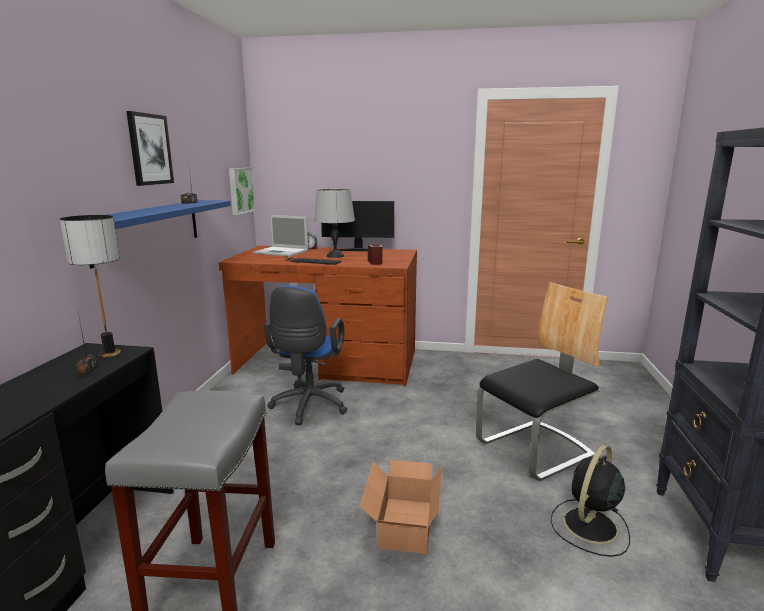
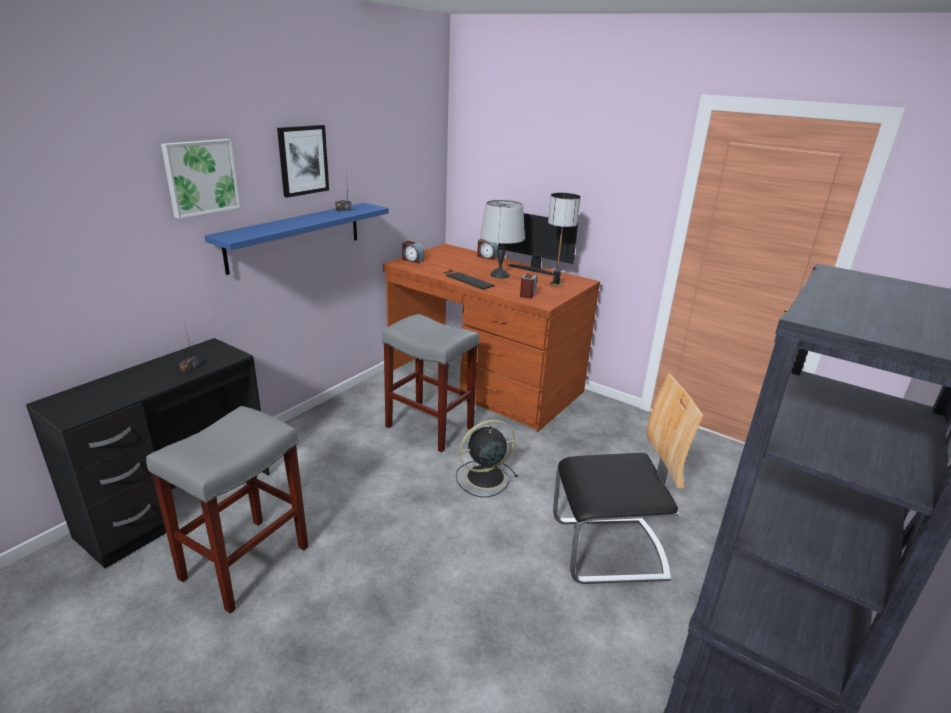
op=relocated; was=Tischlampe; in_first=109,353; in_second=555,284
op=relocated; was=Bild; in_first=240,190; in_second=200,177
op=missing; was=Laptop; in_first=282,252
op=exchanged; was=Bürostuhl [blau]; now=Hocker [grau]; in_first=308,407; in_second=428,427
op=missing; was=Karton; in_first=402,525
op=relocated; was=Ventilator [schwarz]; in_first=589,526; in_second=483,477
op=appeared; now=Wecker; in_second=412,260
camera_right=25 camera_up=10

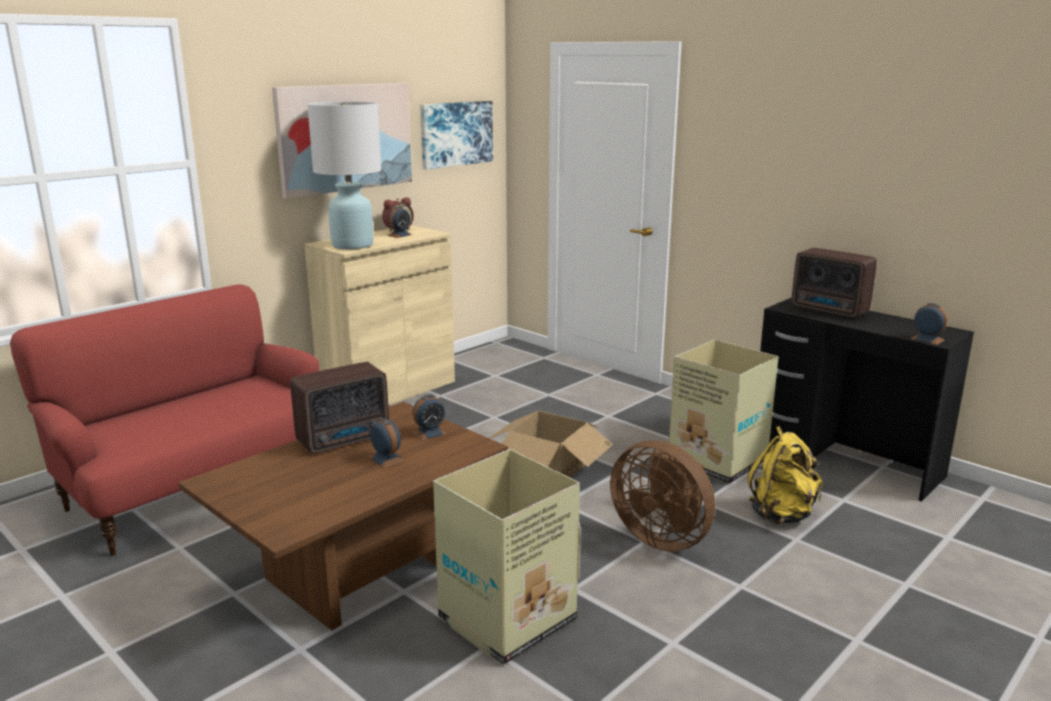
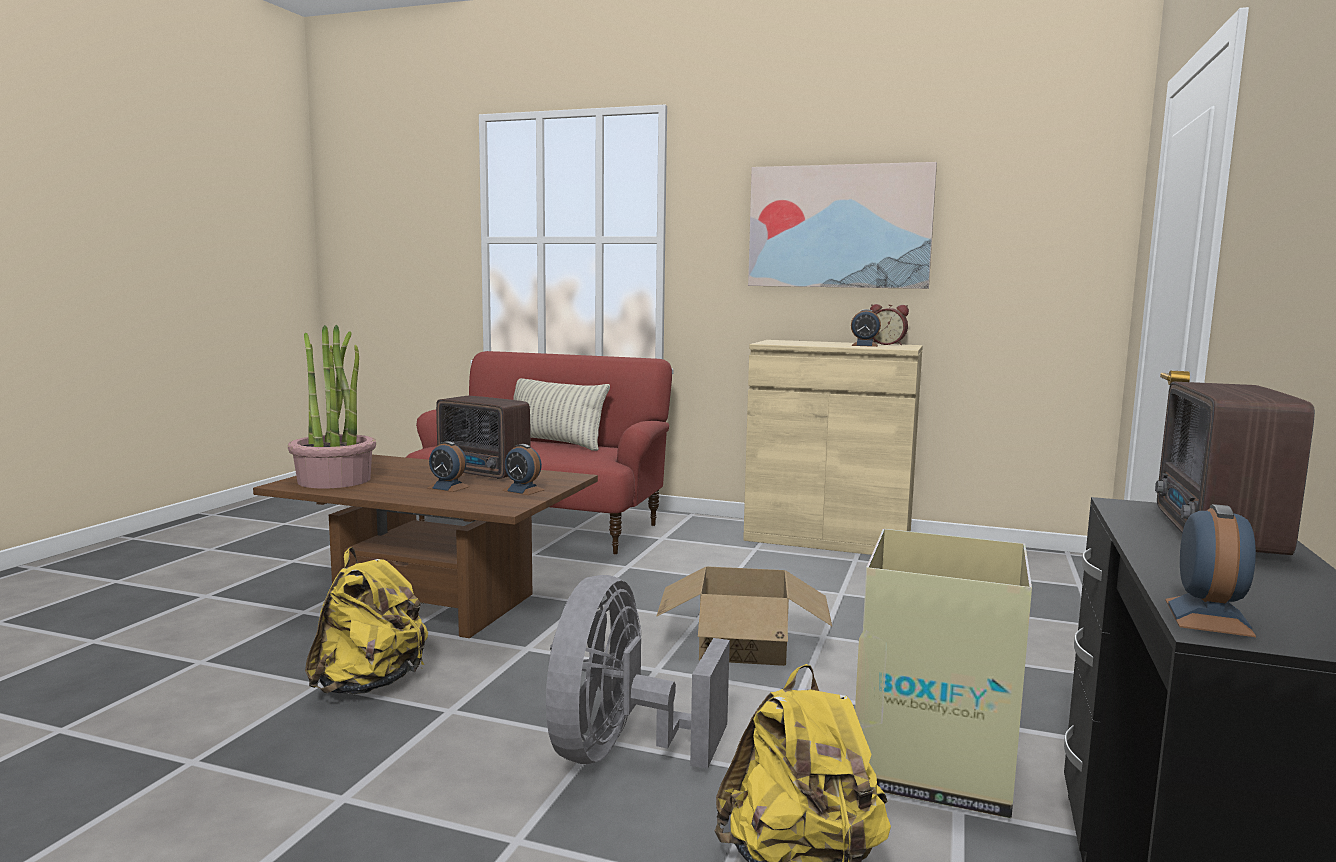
op=missing; was=Tischlampe [weiß]; in_first=352,245
op=spun; was=Wecker; in_first=386,459; in_second=448,487; clockwise=90
op=missing; was=Bild; in_first=456,134
op=exchanged; was=Karton; now=Rucksack [gelb]; in_first=505,620; in_second=369,684
op=colour; was=Ventilator [braun]; now=Ventilator [grau]; in_first=662,537; in_second=620,751
op=appeared; now=Topfpflanze; in_second=334,480
op=appeared; now=Kissen; in_second=554,443
camera_right=65 camera_up=-10

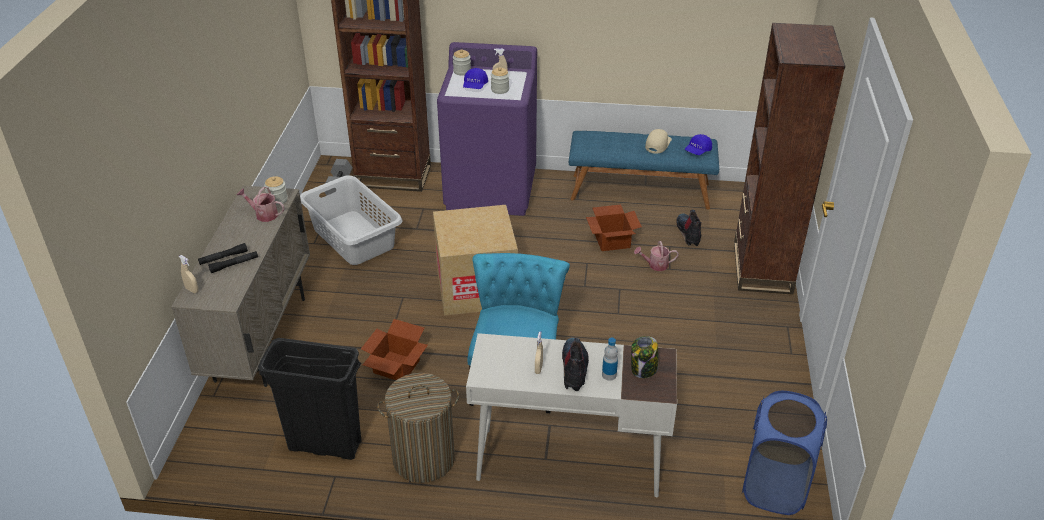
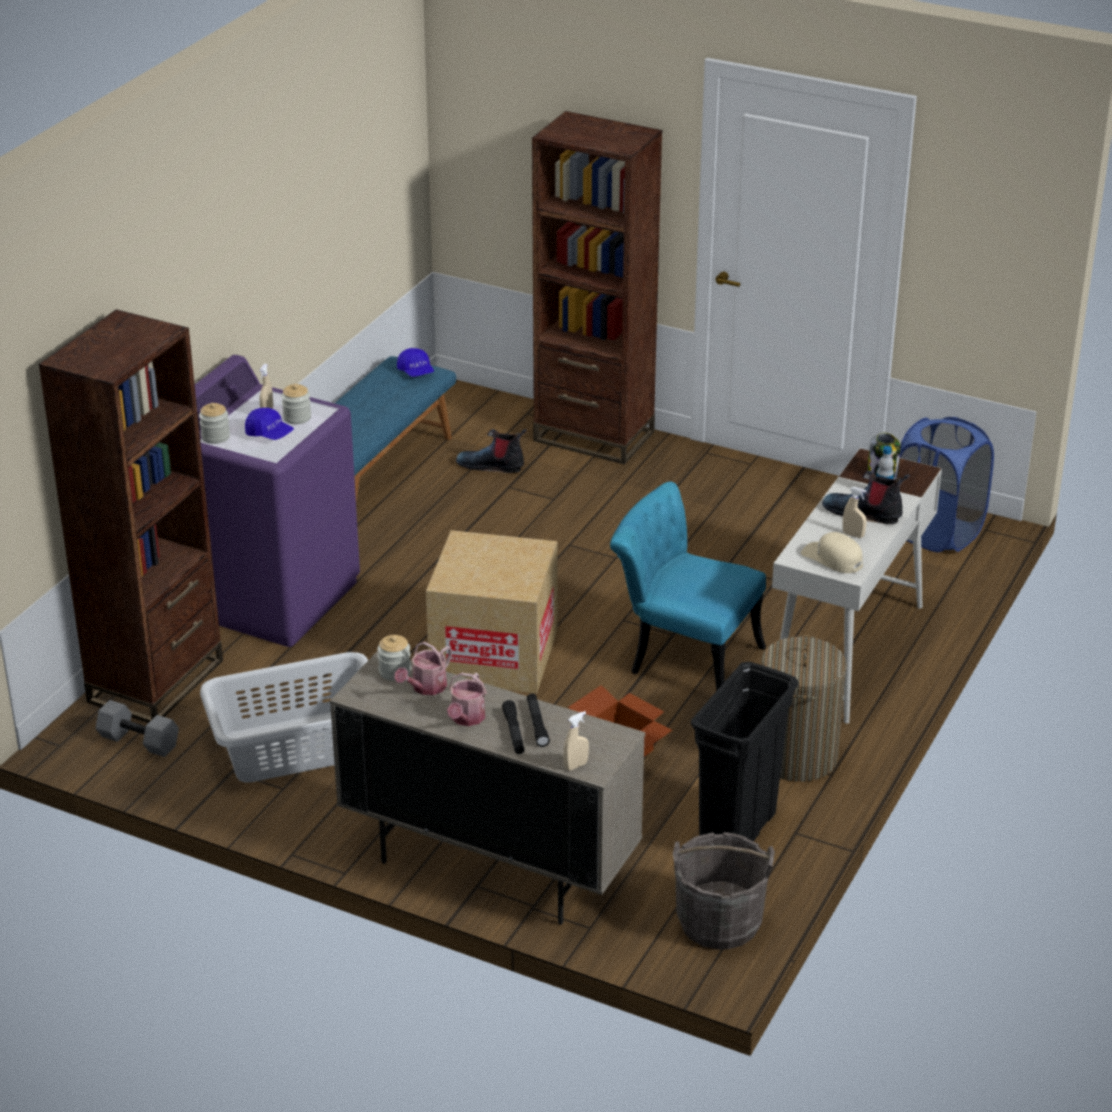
op=missing; was=Karton; in_first=612,240
op=relocated; was=Gießkanne; in_first=655,265; in_second=466,719
op=relocated; was=Kappe [beige]; in_first=657,144; in_second=833,558
op=appeared; now=Eimer [grau]; in_second=719,922
camera_right=-70 camera_up=-5

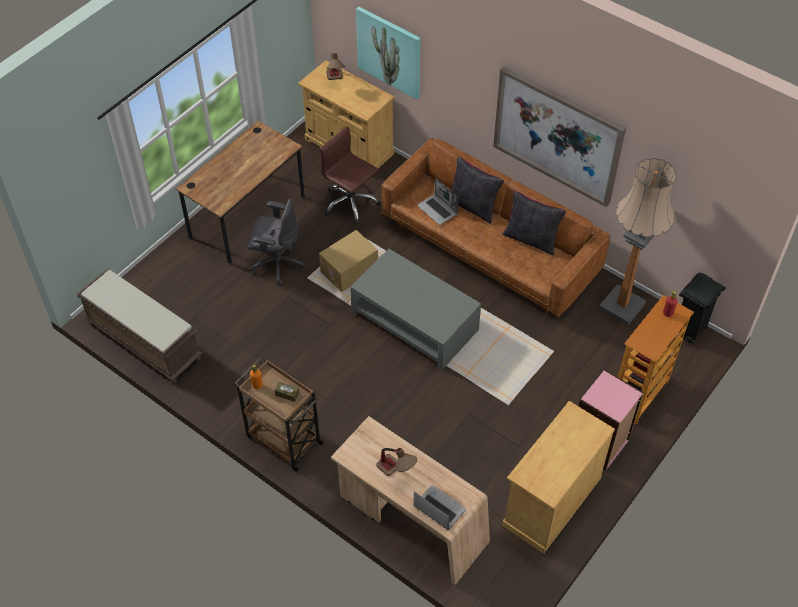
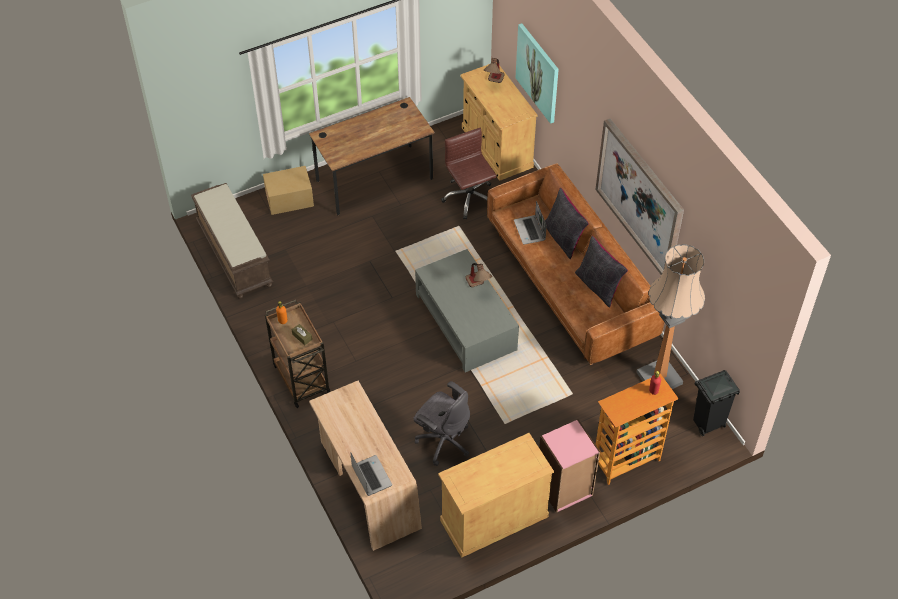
op=relocated; was=Bürostuhl [grau]; in_first=277,263; in_second=443,440
op=relocated; was=Karton; in_first=349,271; in_second=289,200
op=relocated; was=Tischlampe; in_first=397,472; in_second=478,287
camera_right=25 camera_up=0

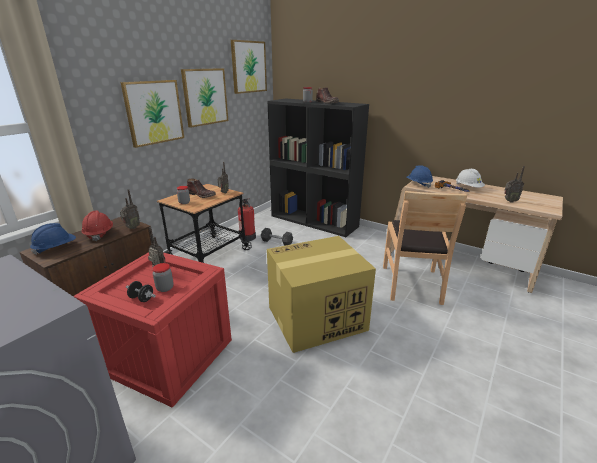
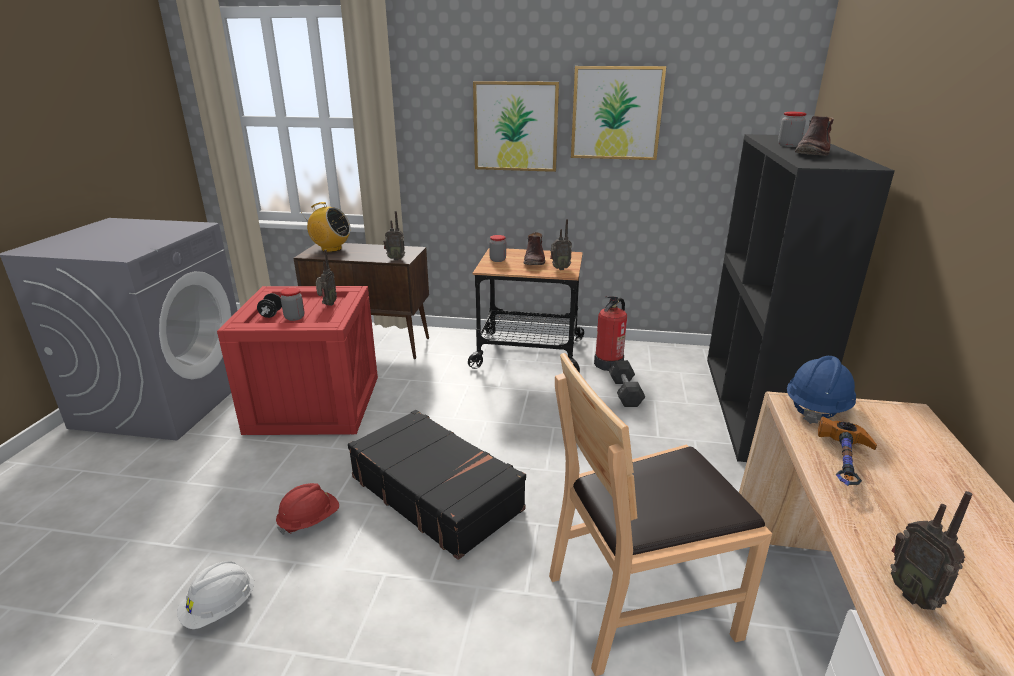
op=exchanged; was=Schutzhelm [blau]; now=Radio; in_first=56,248; in_second=331,249
op=relocated; was=Schutzhelm [rot]; in_first=99,234; in_second=309,520
op=missing; was=Bild; in_first=248,67
op=exchanged; was=Karton; now=Koffer [schwarz]; in_first=315,319; in_second=436,492
op=relocated; was=Schutzhelm [weiß]; in_first=468,188; in_second=220,608
camera_right=65 camera_up=0

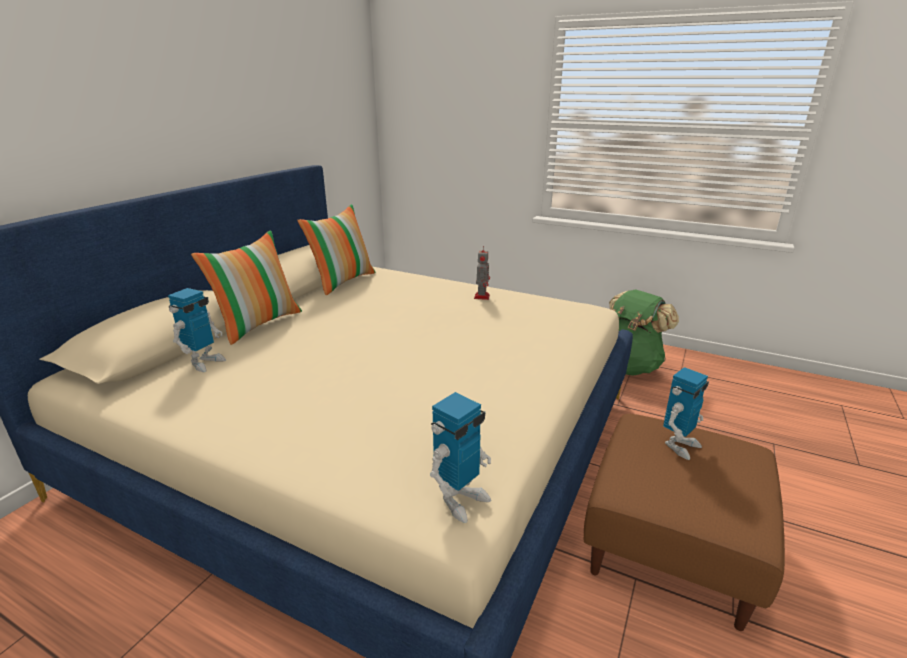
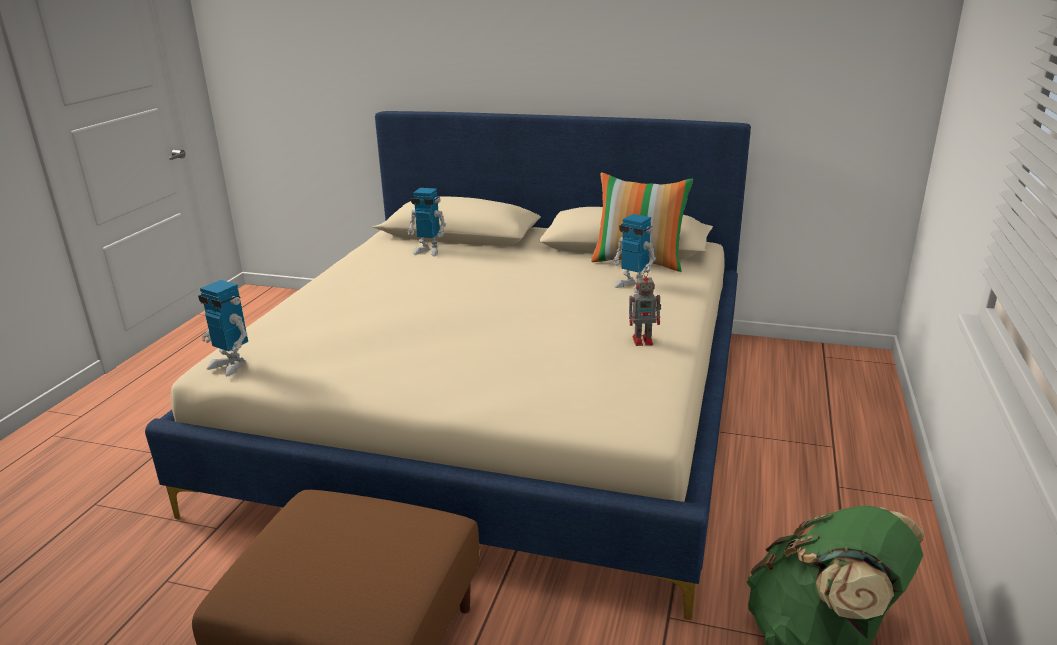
op=missing; was=Kissen; in_first=259,324
op=relocated; was=Spielzeugroboter; in_first=679,445; in_second=632,285
camera_right=80 camera_up=0

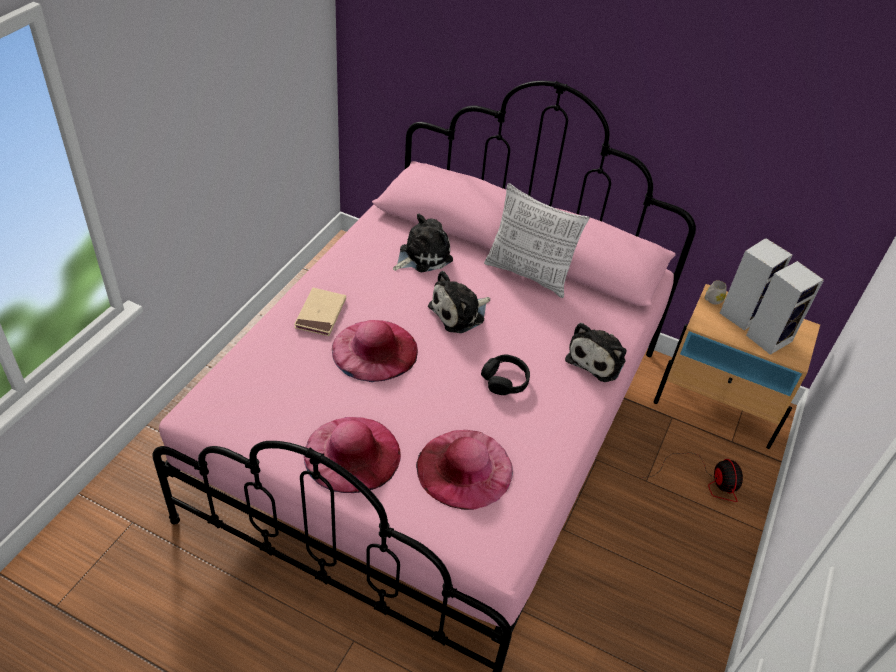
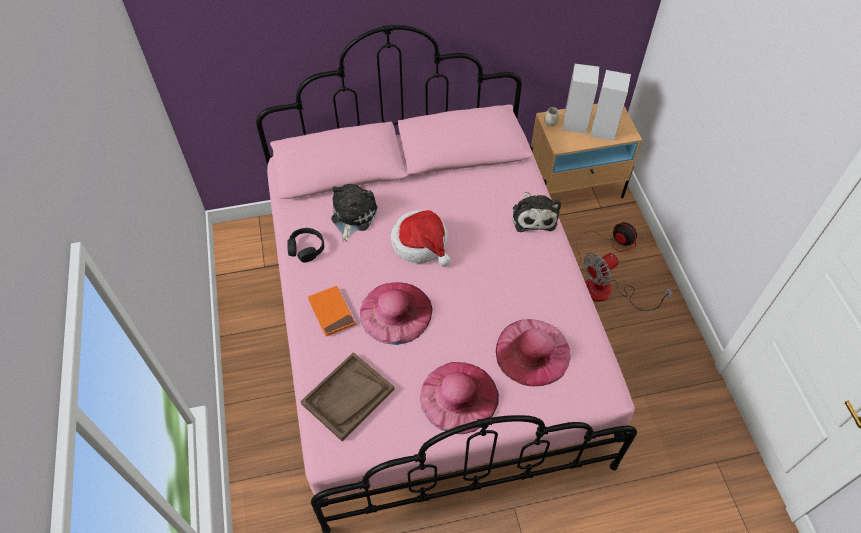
op=colour; was=Buch [beige]; now=Buch [orange]; in_first=320,314; in_second=331,312
op=exchanged; was=Plüschtier; now=Hut; in_first=459,313; in_second=421,243
op=relocated; was=Kopfhörer [schwarz]; in_first=505,380; in_second=306,248
op=missing; was=Kissen; in_first=528,274
op=appeared; now=Tablett [braun]; in_second=348,397
op=appeared; now=Ventilator; in_second=608,292
camera_right=-35 camera_up=10

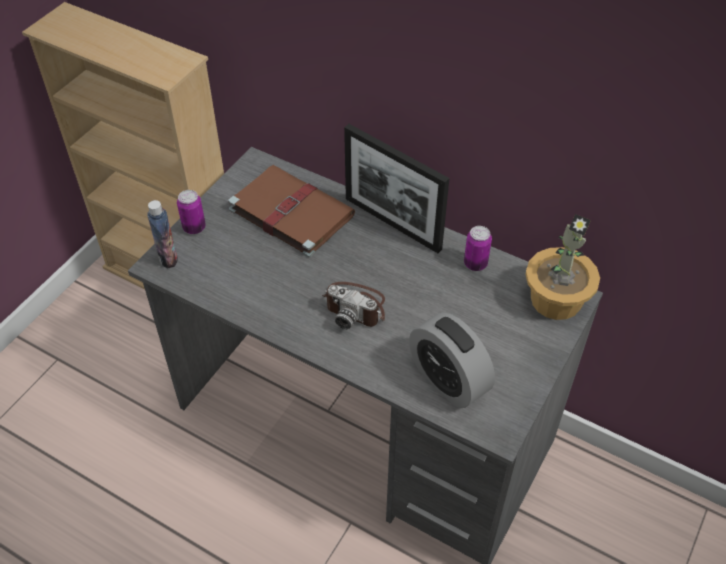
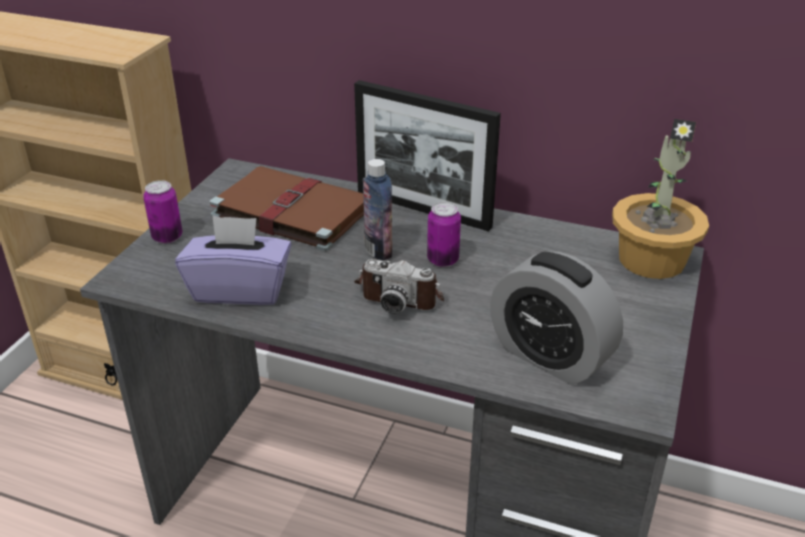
op=relocated; was=Flasche; in_first=168,258; in_second=378,250
op=relocated; was=Dose; in_first=475,264; in_second=443,260
op=appeared; now=Taschentuchbox [lila]; in_second=240,289
camera_right=-10 camera_up=-15

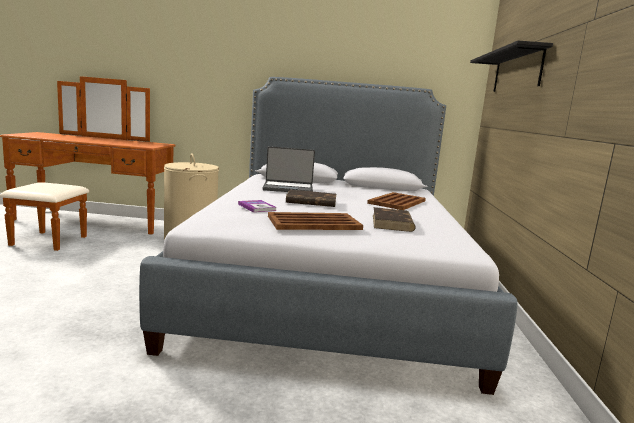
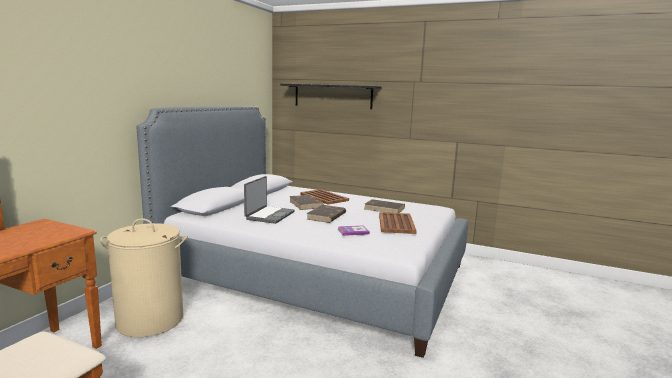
op=appeared; now=Buch [braun]; in_second=306,204
camera_right=-70 camera_up=0

